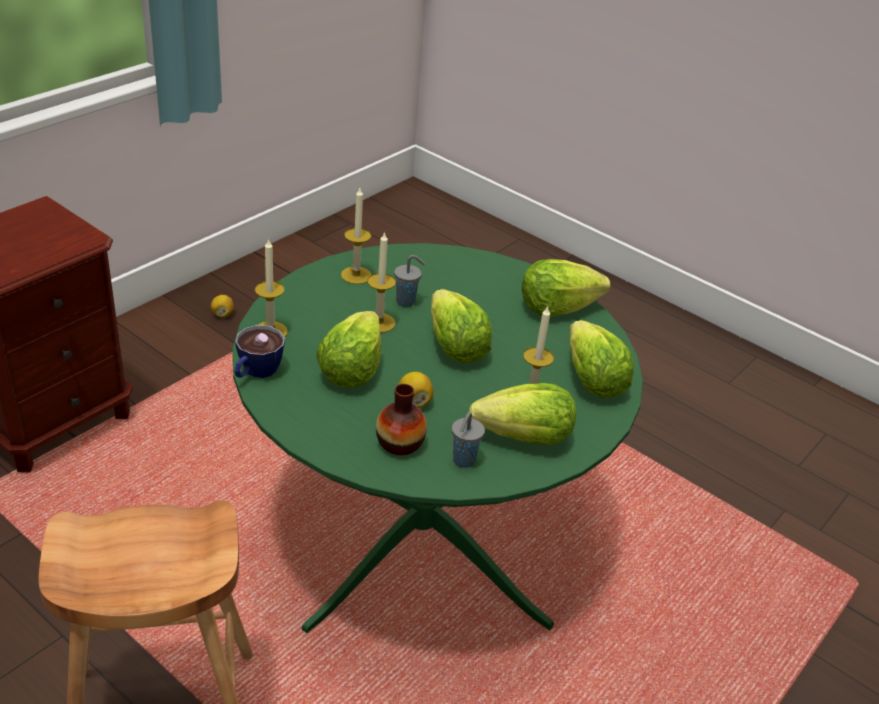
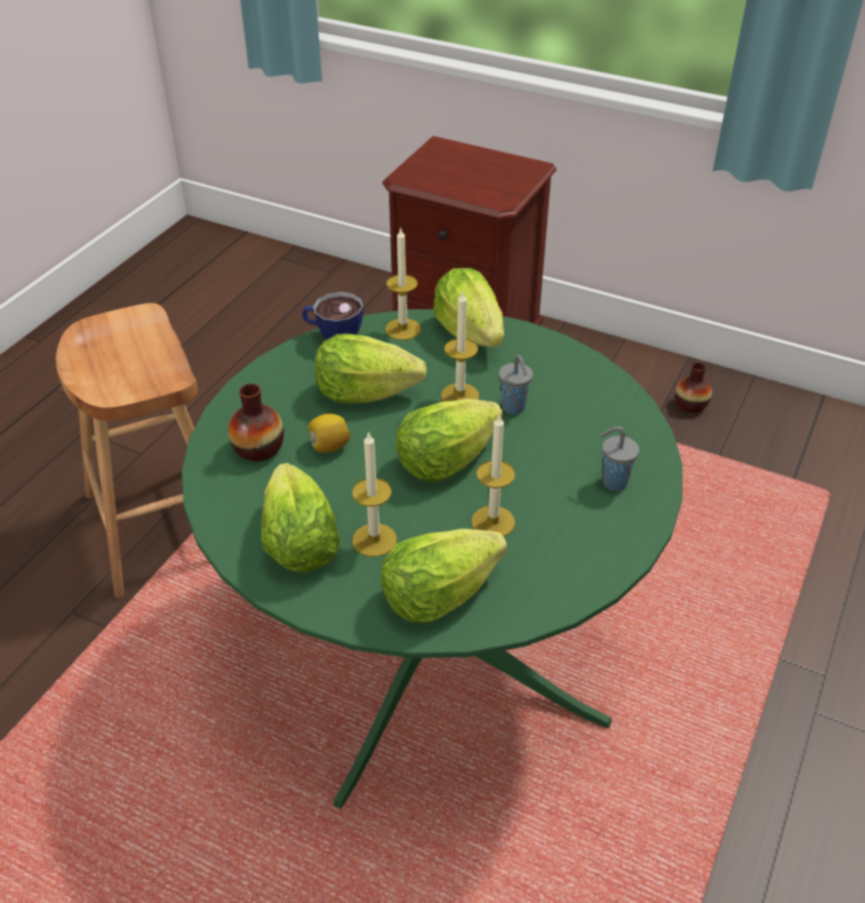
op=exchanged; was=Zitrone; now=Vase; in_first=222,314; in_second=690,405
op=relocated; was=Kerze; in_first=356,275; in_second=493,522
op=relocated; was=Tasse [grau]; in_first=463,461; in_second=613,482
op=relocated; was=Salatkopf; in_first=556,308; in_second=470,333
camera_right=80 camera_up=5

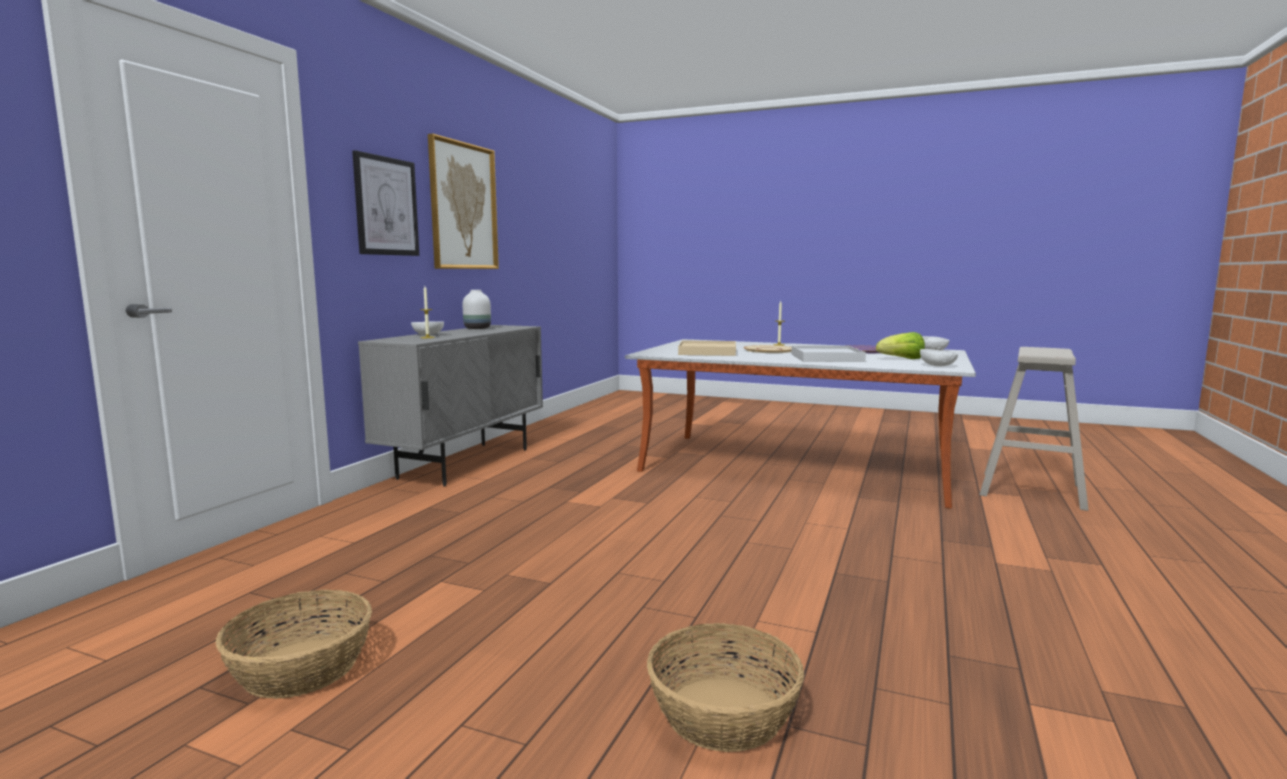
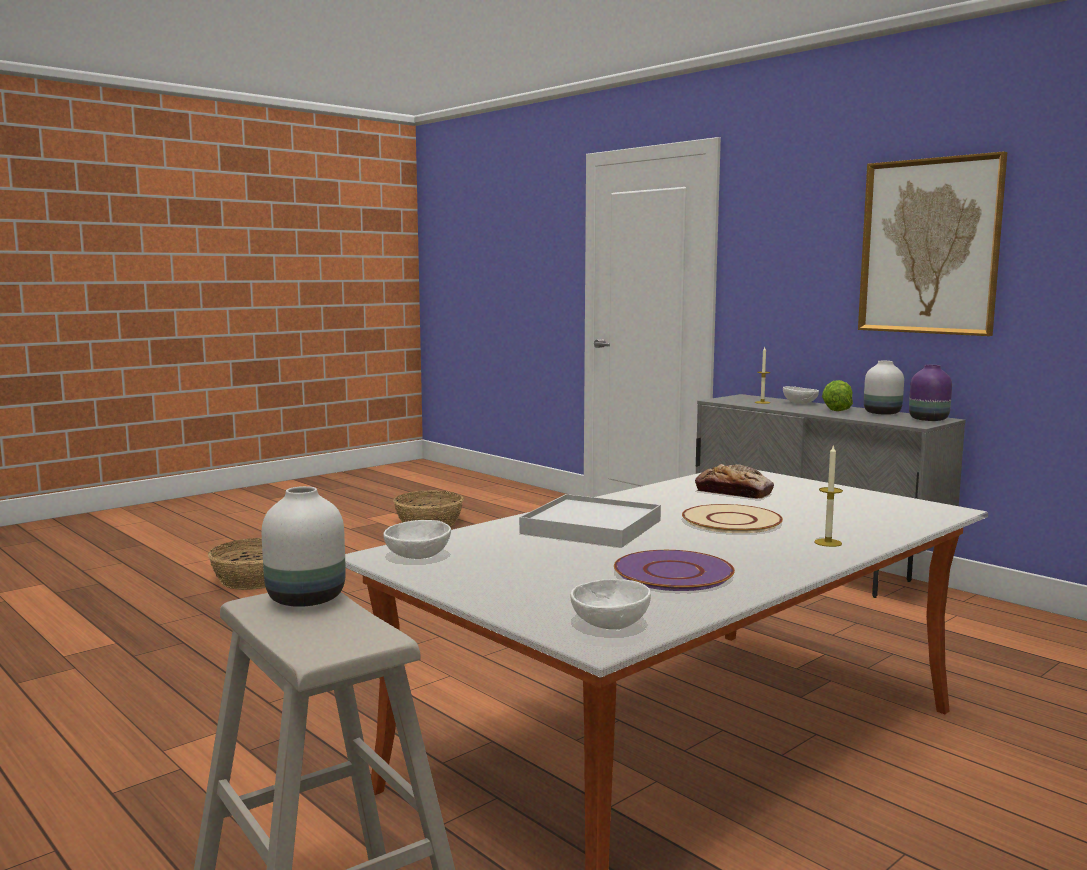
op=missing; was=Bild; in_first=386,206
op=exchanged; was=Tablett [beige]; now=Brot; in_first=707,352; in_second=734,492
op=relocated; was=Salatkopf; in_first=902,359; in_second=838,409
op=appeared; now=Vase [weiß]; in_second=304,599
op=appeared; now=Vase [lila]; in_second=928,420
camera_right=115 camera_up=0

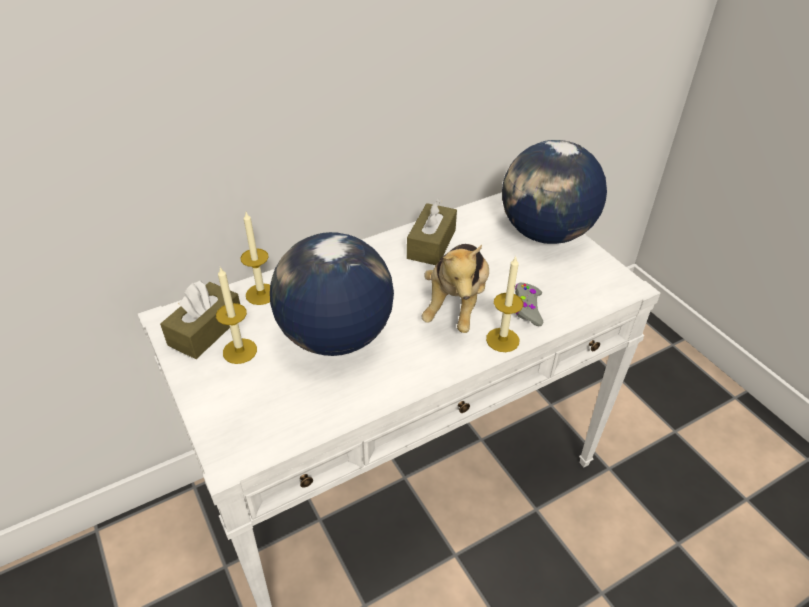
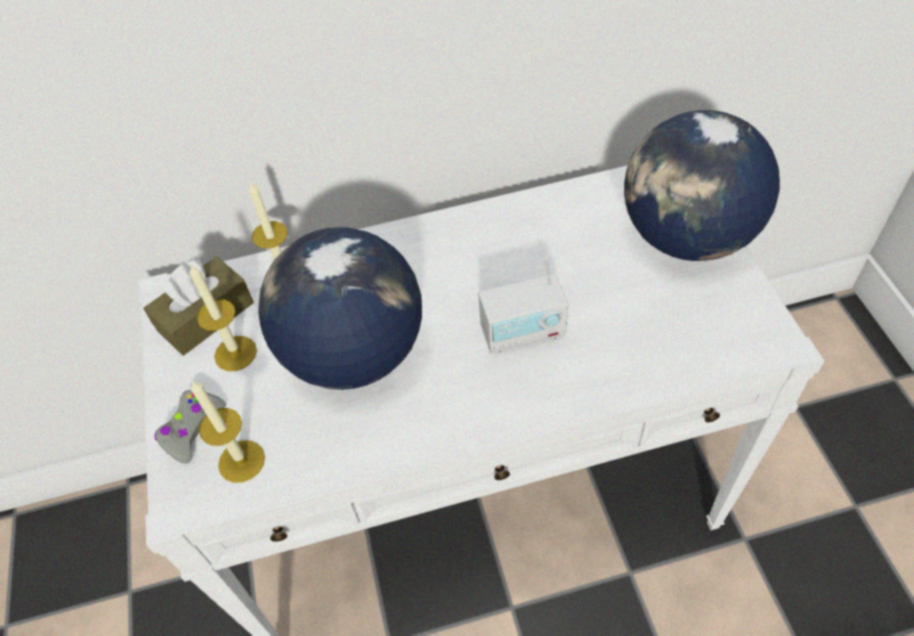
op=missing; was=Taschentuchbox [braun]; in_first=431,244
op=exchanged; was=Plüschtier; now=Radio; in_first=456,305; in_second=523,332
op=relocated; was=Kerze; in_first=502,340; in_second=241,461
op=relocated; was=Gamepad [grau]; in_first=527,308; in_second=192,428
camera_right=20 camera_up=10

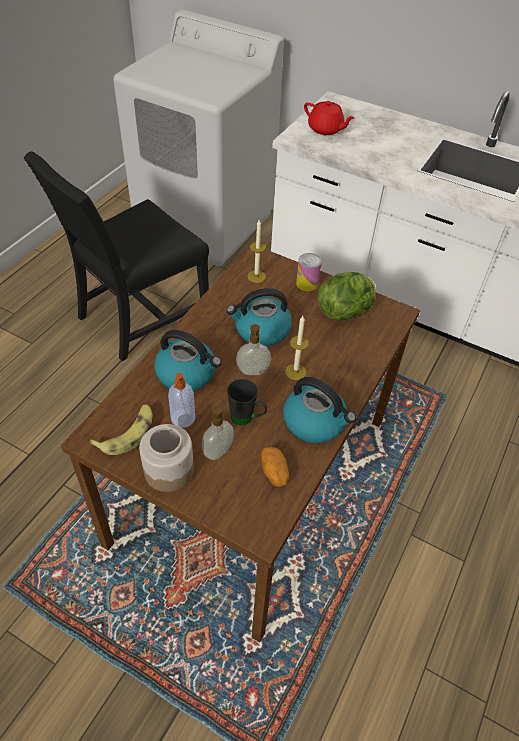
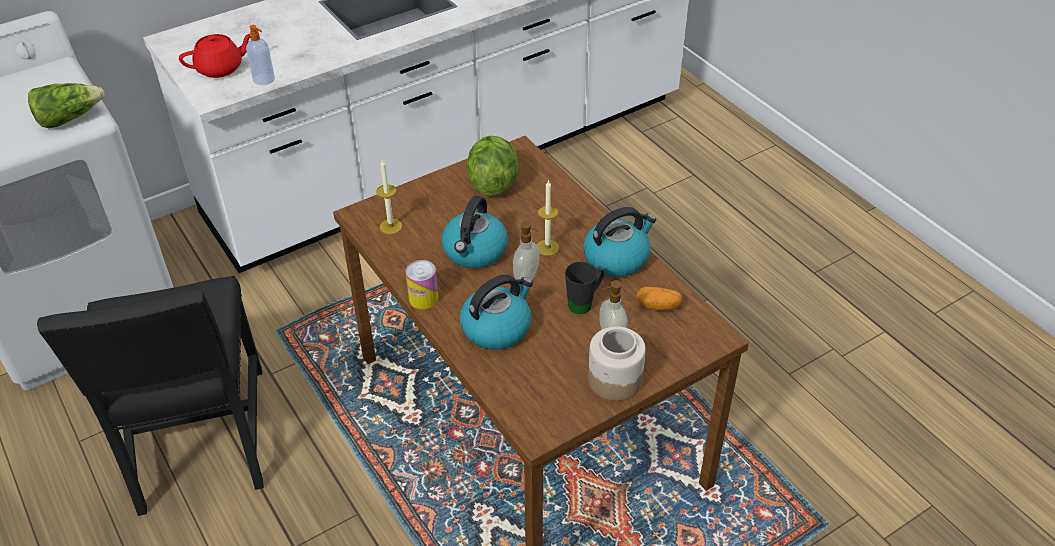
op=missing; was=Banane; in_first=128,433
op=relocated; was=Seifenspender; in_first=182,419; in_second=264,79
op=relocated; was=Dose; in_first=307,283; in_second=423,298
op=appeared; now=Salatkopf; in_second=69,118
camera_right=-60 camera_up=-5

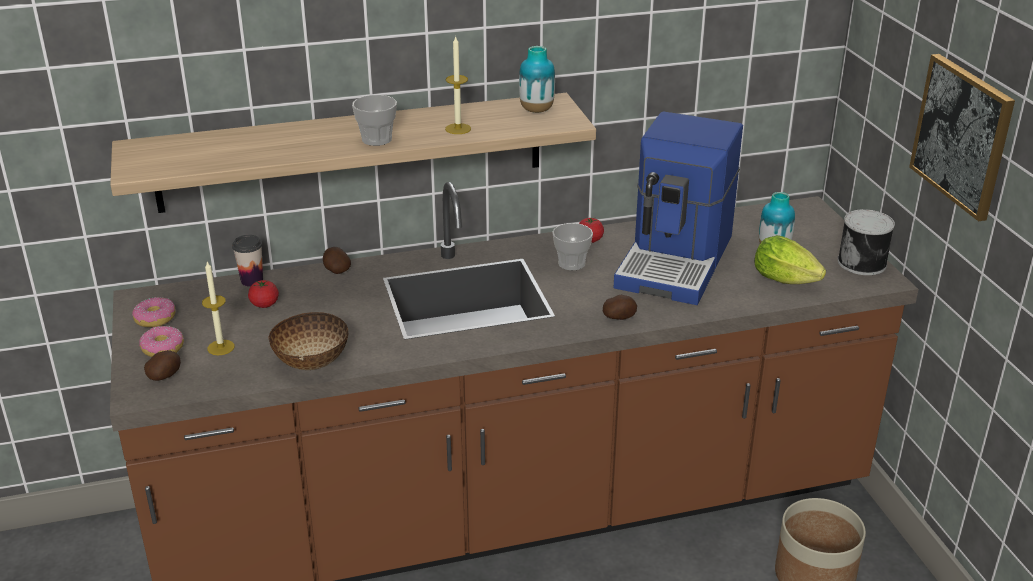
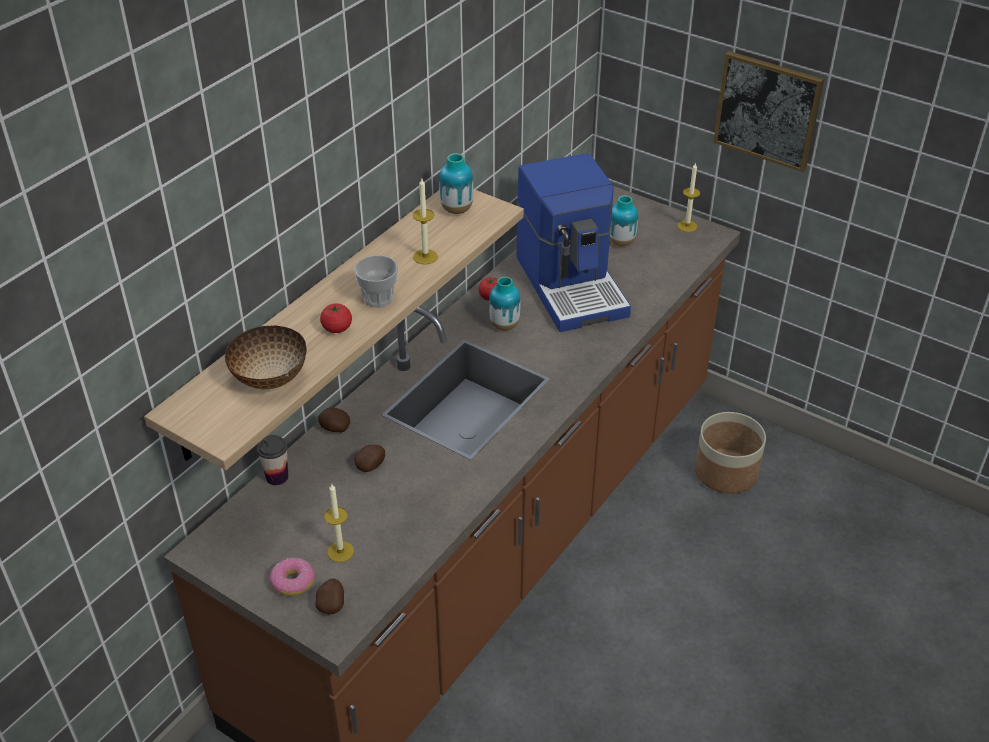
op=missing; was=Donut; in_first=155,318
op=relocated; was=Tomate; in_first=264,304; in_second=337,328
op=relocated; was=Schüssel; in_first=311,362; in_second=269,378
op=exchanged; was=Tasse; now=Vase; in_first=571,263; in_second=504,325
op=relocated; was=Kartoffel; in_first=619,317; in_second=371,466
op=missing; was=Salatkopf; in_first=788,281
op=exchanged; was=Dose; now=Kerze; in_first=863,263; in_second=687,226
camera_right=-40 camera_up=10

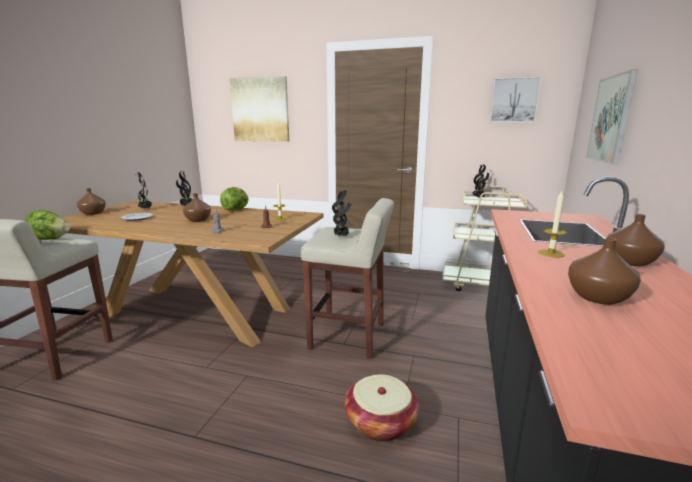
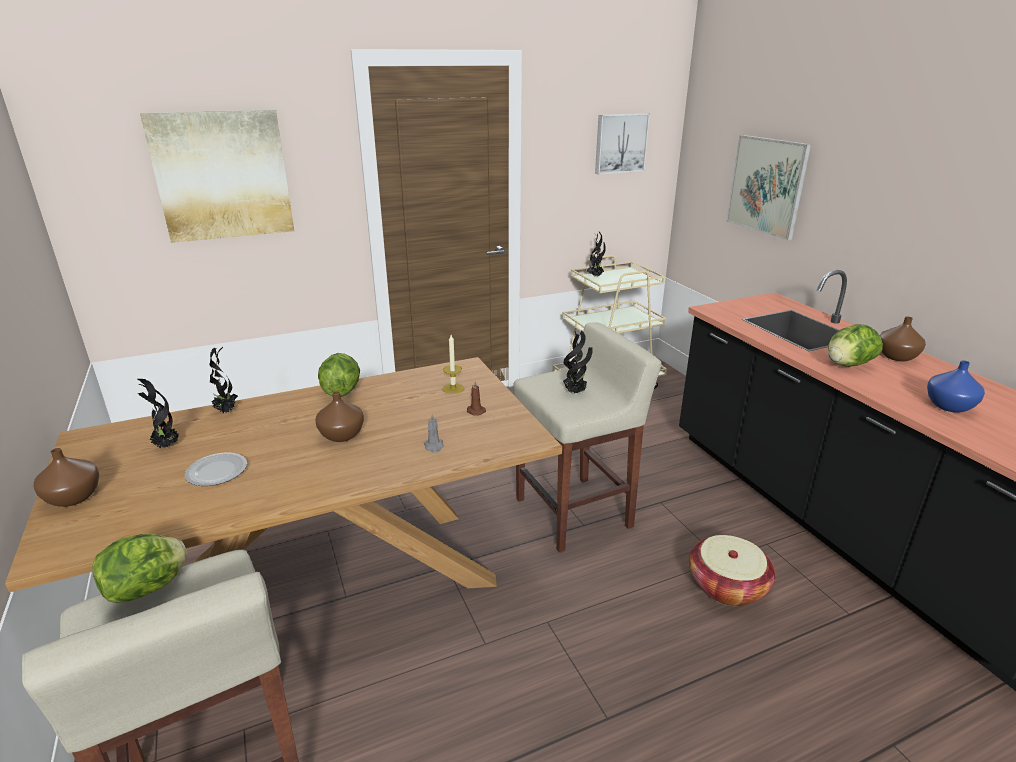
op=exchanged; was=Kerze; now=Salatkopf; in_first=551,253; in_second=848,365
op=colour; was=Vase [braun]; now=Vase [blau]; in_first=597,297; in_second=948,406
camera_right=-40 camera_up=10

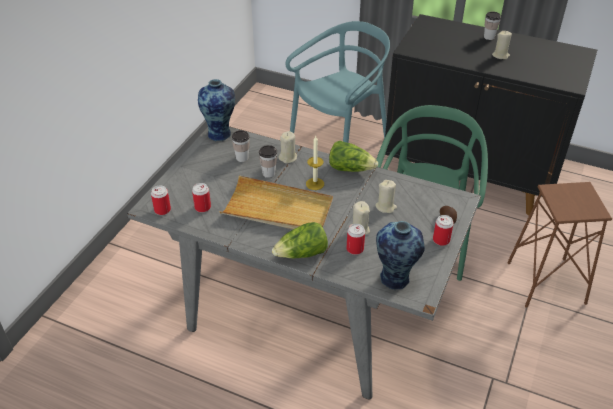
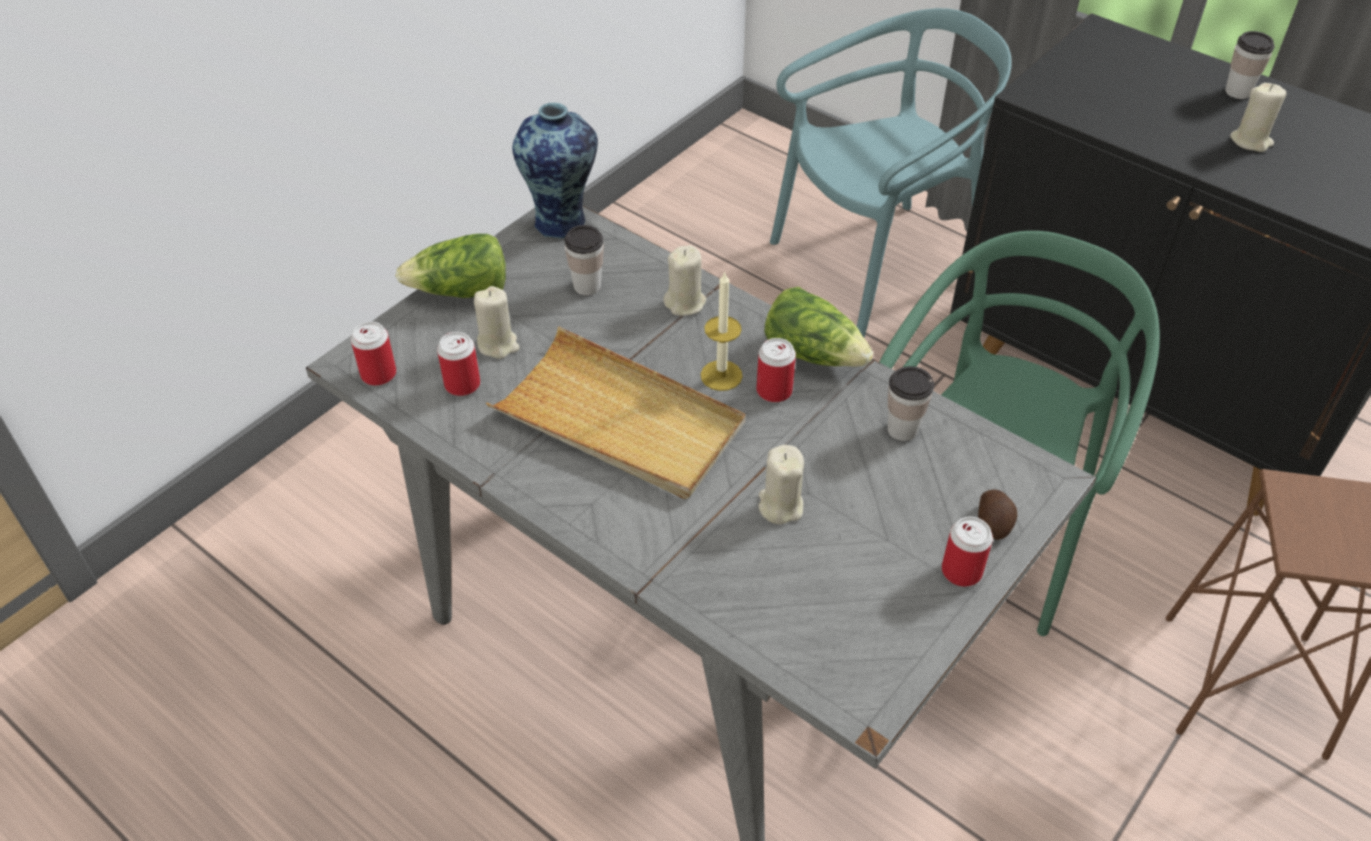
op=relocated; was=Tasse; in_first=269,173; in_second=902,429
op=relocated; was=Salatkopf; in_first=302,254; in_second=461,292
op=relocated; was=Dose; in_first=355,249; in_second=774,391
op=relocated; was=Kerze [beige]; in_first=385,207; in_second=498,344
op=missing; was=Vase; in_first=395,279
camera_right=15 camera_up=5

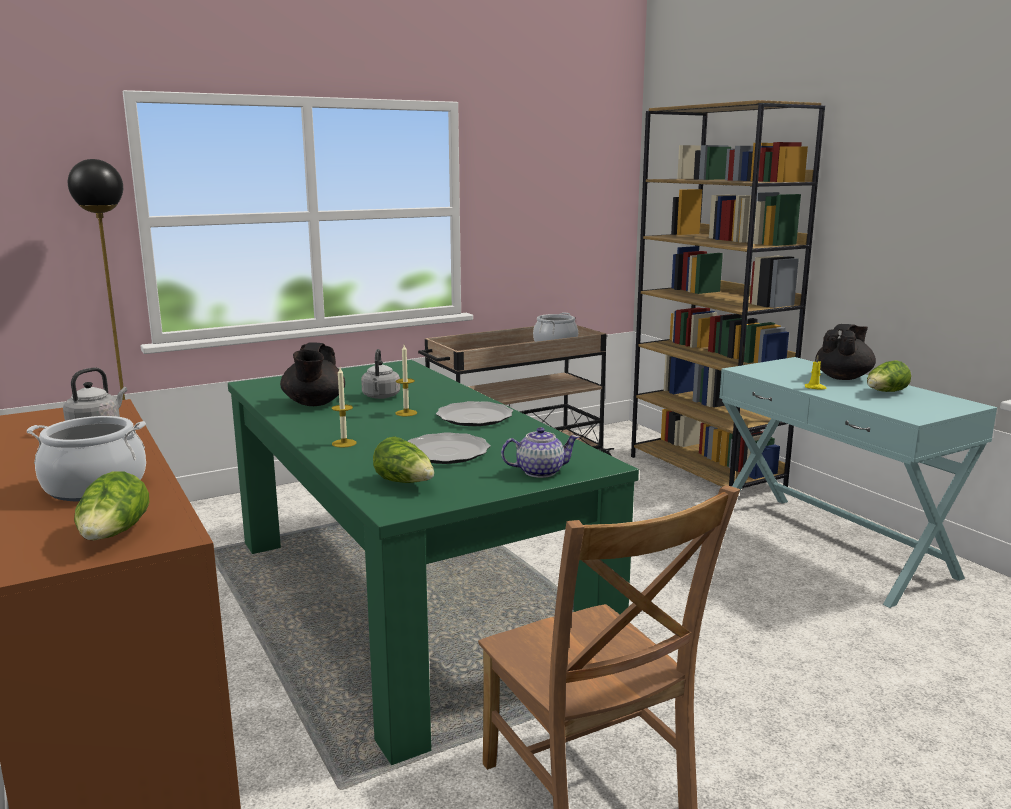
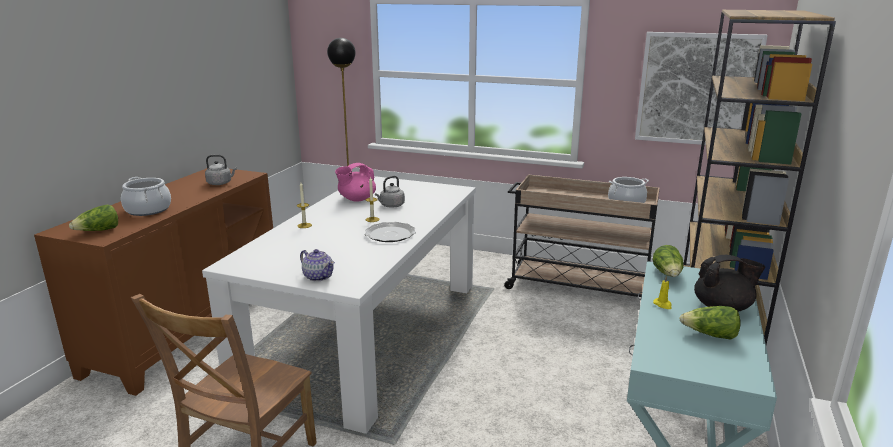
op=colour; was=Esstisch [grün]; now=Esstisch [weiß]; in_first=406,602; in_second=367,333
op=colour; was=Teekanne [schwarz]; now=Teekanne [rosa]; in_first=314,403; in_second=356,199
op=relocated; was=Salatkopf; in_first=405,483; in_second=668,274
op=missing; was=Teller; in_first=446,452
op=appeared; now=Bild; in_second=697,89
camera_right=50 camera_up=5

